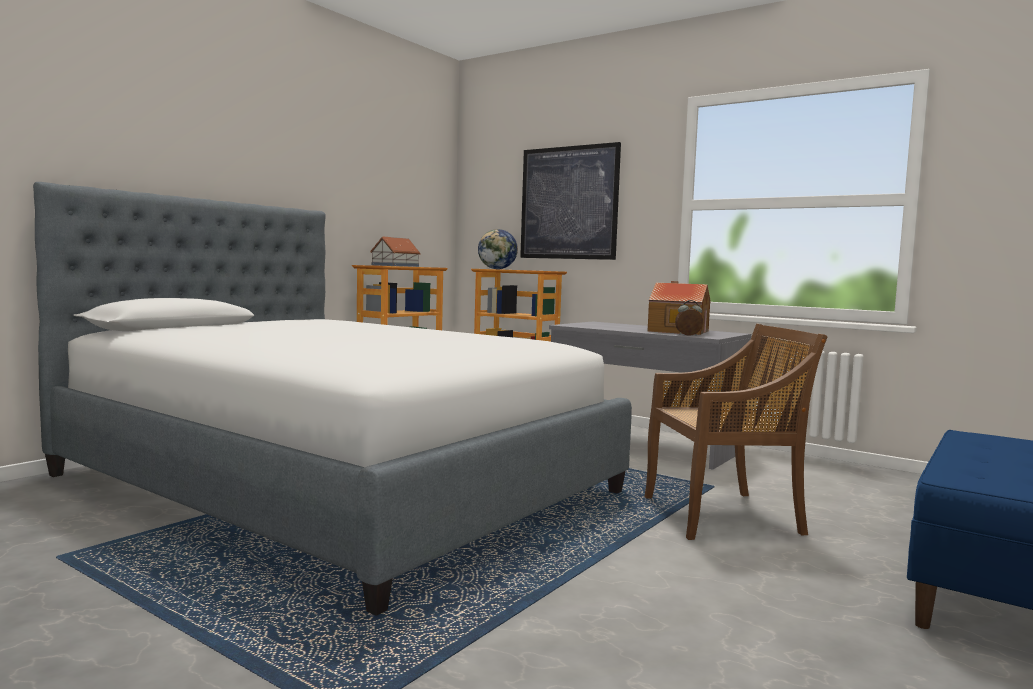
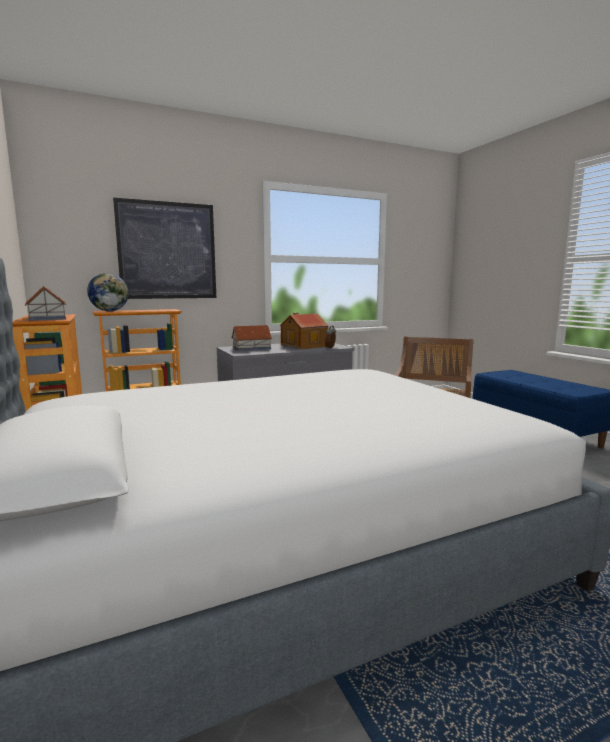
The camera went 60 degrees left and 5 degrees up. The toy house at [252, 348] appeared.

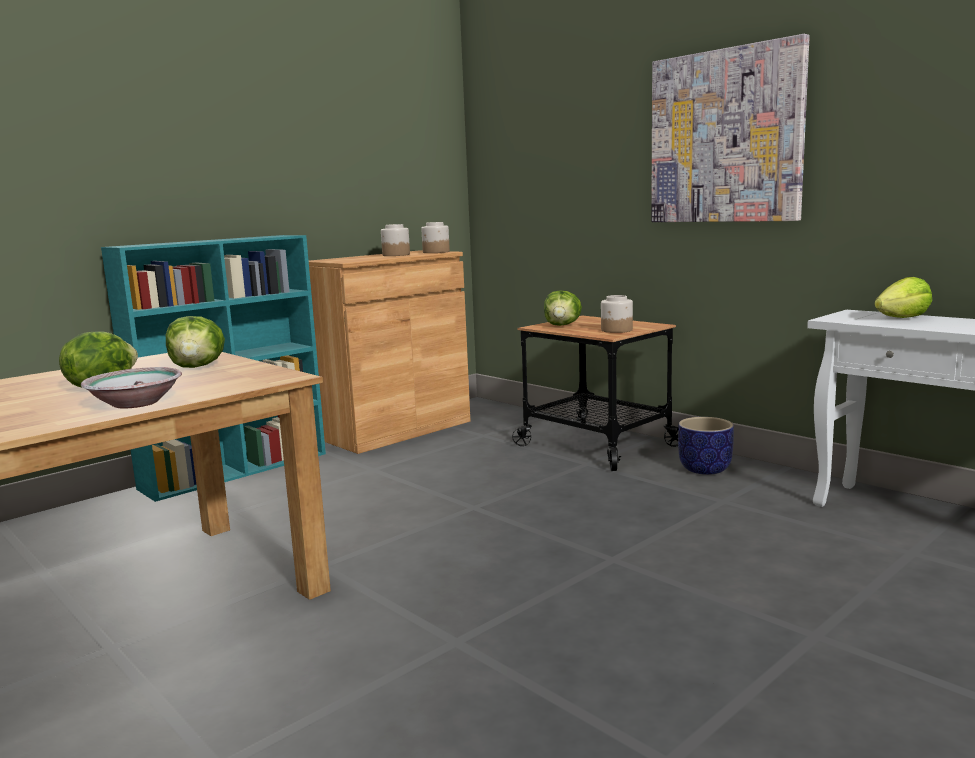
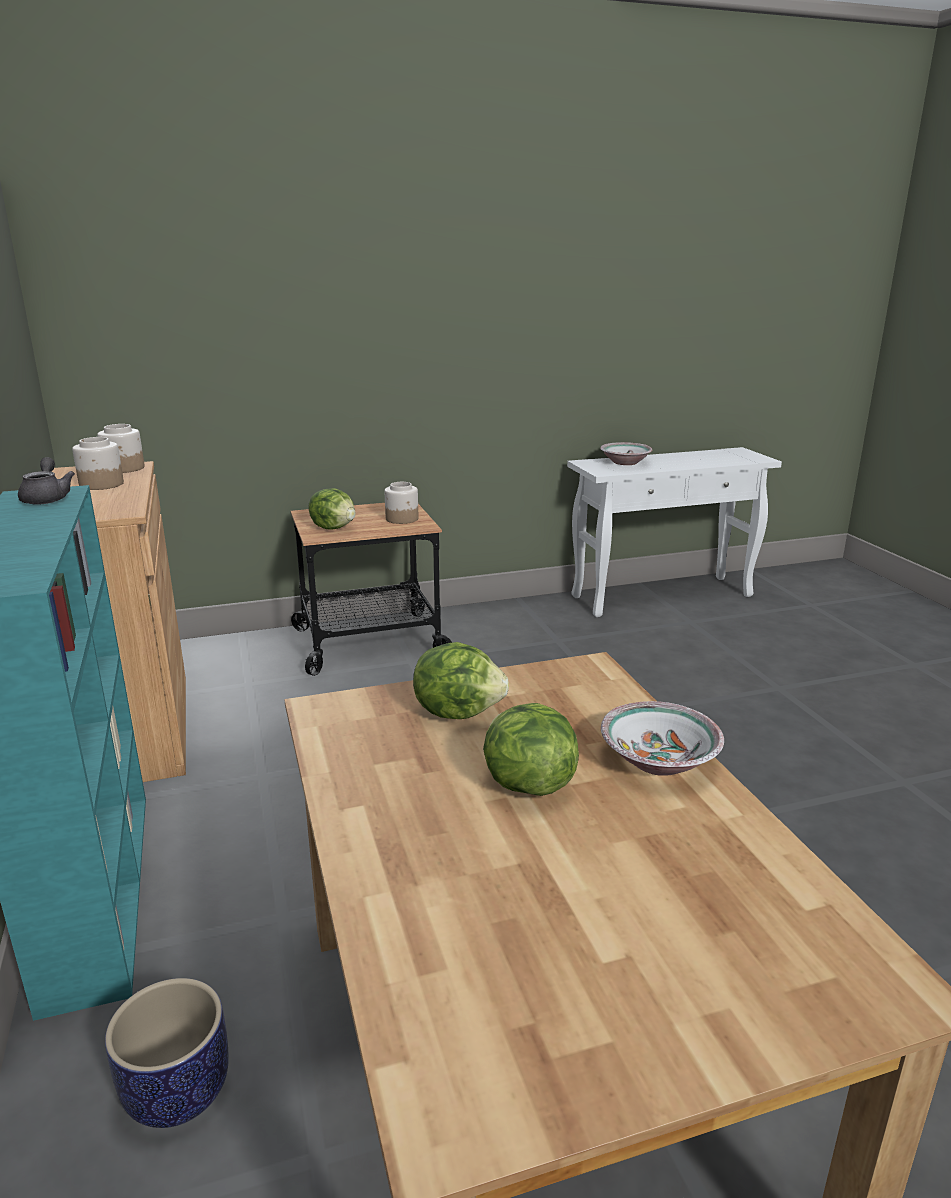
The camera went 65 degrees left and 10 degrees up. The wall picture at [725, 137] disappeared. The plant pot moved from [705, 469] to [179, 1090]. The lettuce at [902, 318] was replaced by the deep dish at [625, 462]. The gray teapot at [47, 498] appeared.

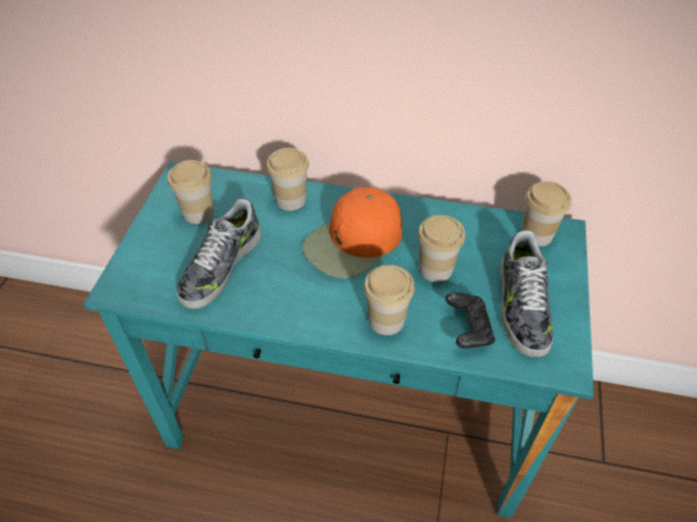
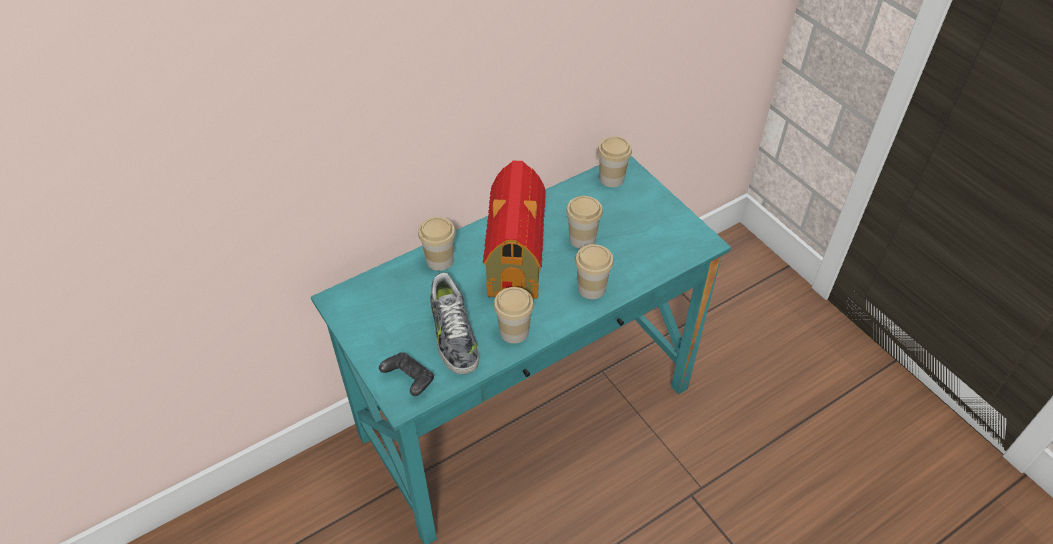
The camera went 45 degrees left and 0 degrees up. The small cup moved from [198, 212] to [514, 331]. The orange baseball cap at [354, 242] was replaced by the toy house at [516, 258]. The black gamepad moved from [468, 329] to [409, 380]. The item of footwear at [521, 306] disappeared.

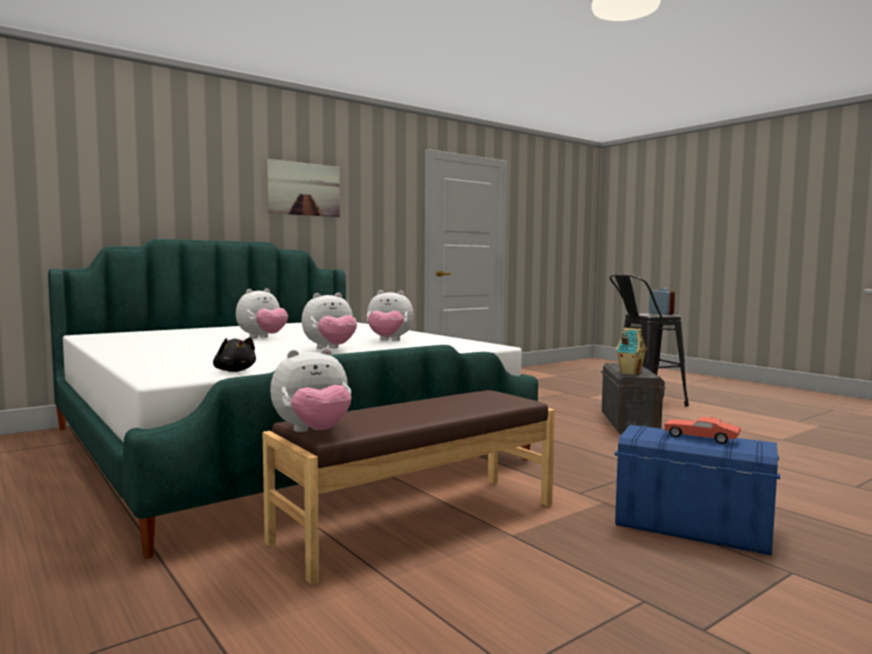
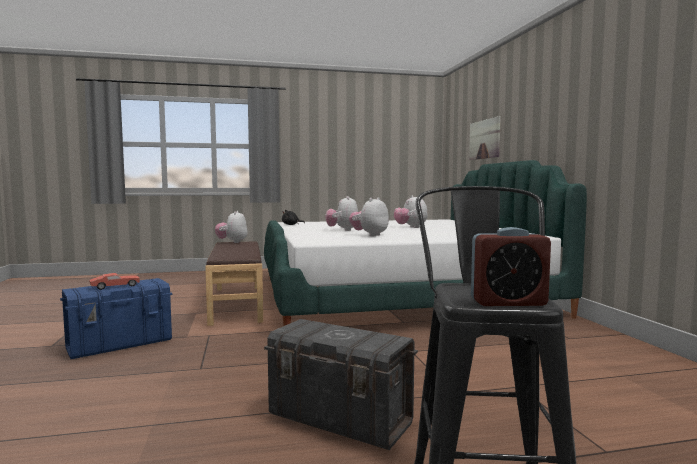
The camera went 115 degrees right and 0 degrees up. The wall picture moved from [304, 189] to [484, 139]. The toy house at [630, 373] disappeared.

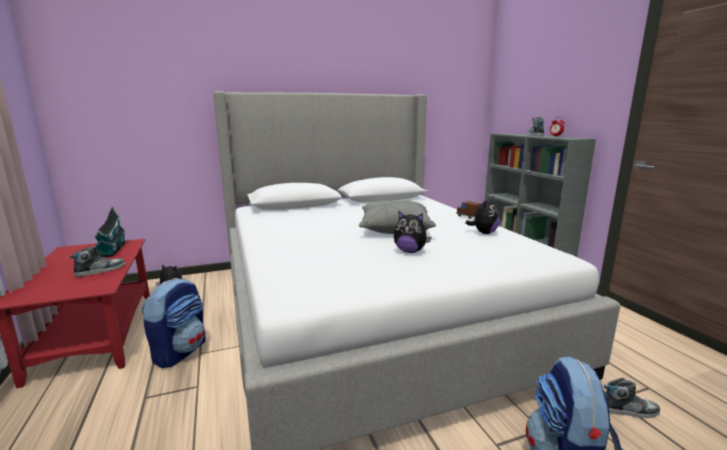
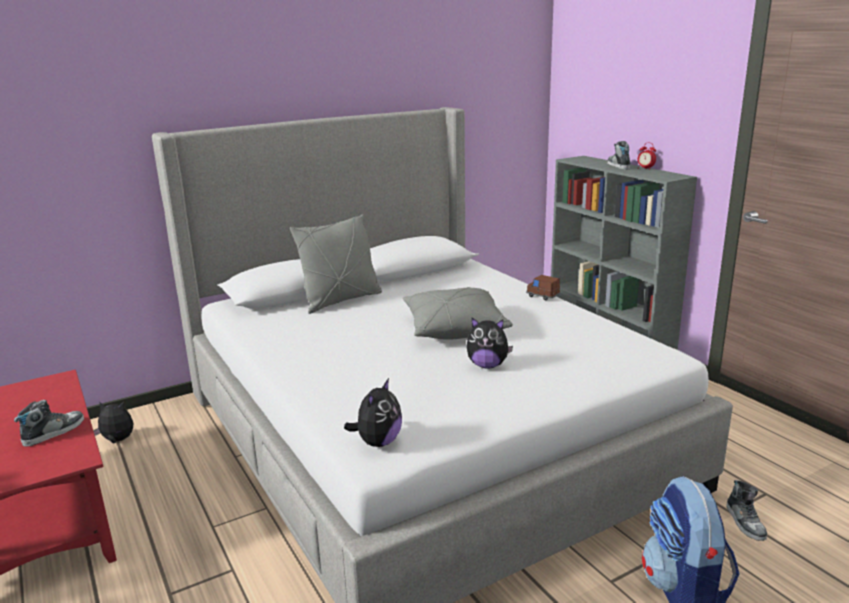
The camera went 10 degrees left and 5 degrees up. The toy house at [112, 250] disappeared. The rucksack at [180, 351] disappeared. The cuddly toy moved from [484, 233] to [378, 442]. The item of footwear at [629, 410] turned 90 degrees clockwise. The gray cushion at [341, 300] appeared.

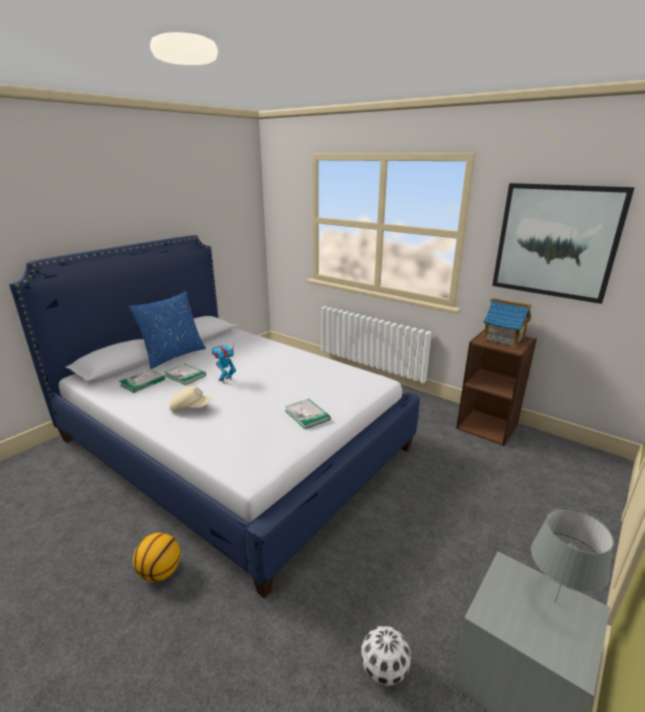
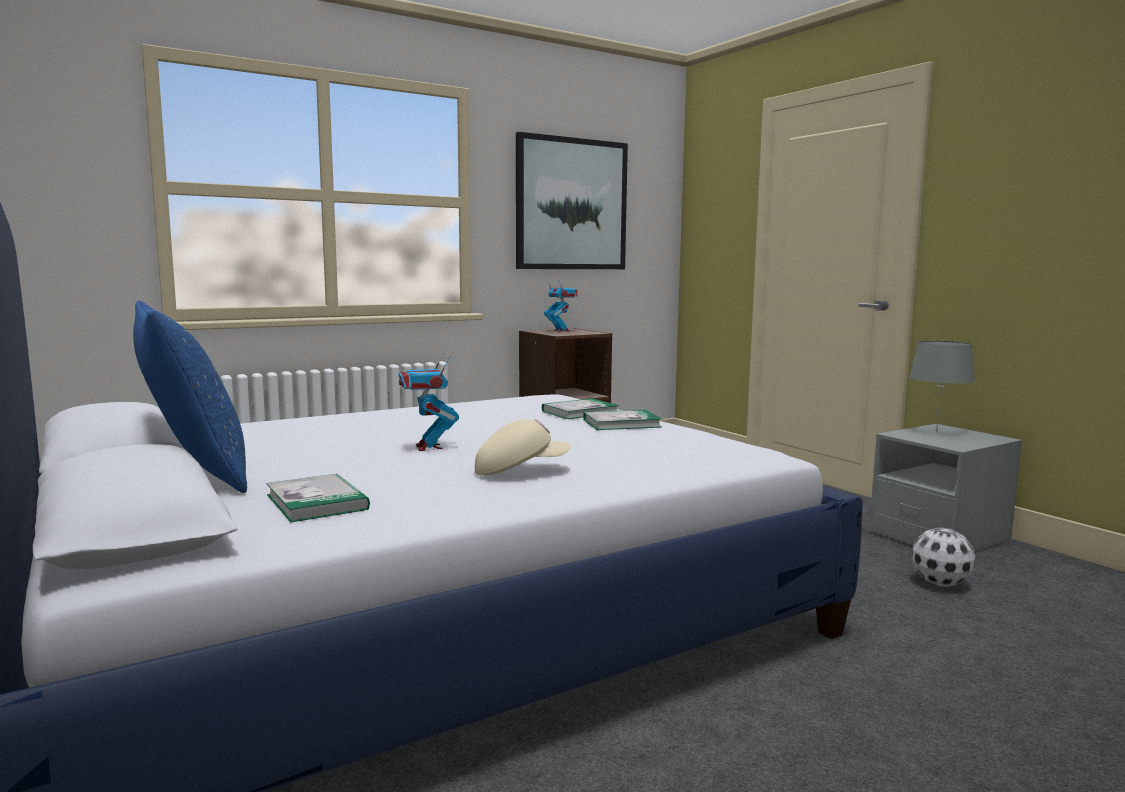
The camera went 70 degrees left and 15 degrees down. The basketball at [160, 572] disappeared. The volume moved from [185, 375] to [580, 412]. The sand-coloured baseball cap at [191, 408] turned 45 degrees clockwise. The toy house at [504, 338] was replaced by the robot figure at [561, 331].

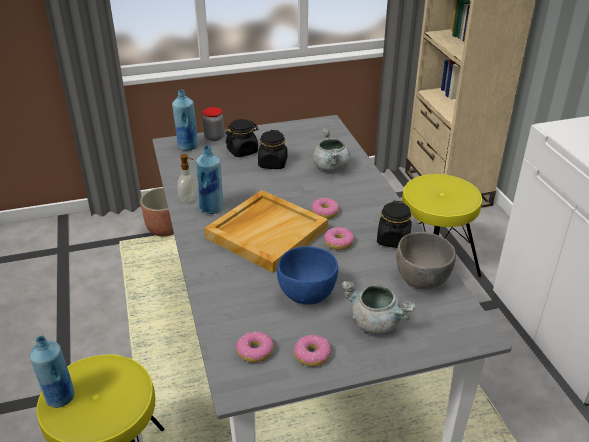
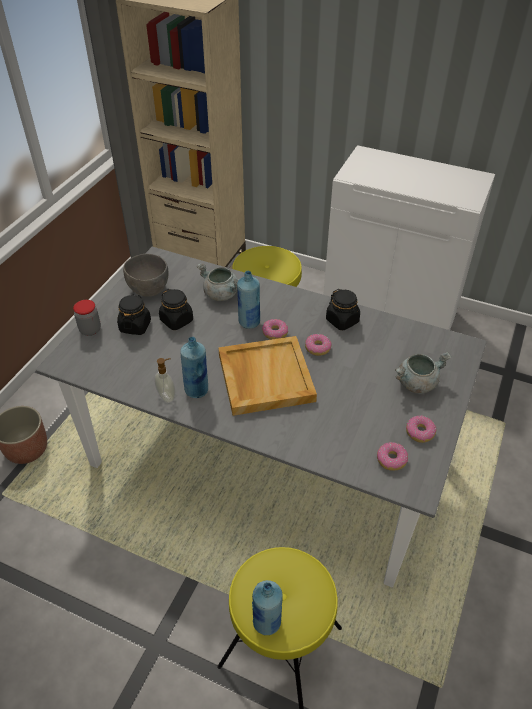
The camera went 50 degrees left and 10 degrees up. The blue-coloured drink bottle moved from [187, 146] to [249, 322]. The blue-coloured deep dish at [306, 295] disappeared. The gray deep dish moved from [421, 280] to [148, 289].

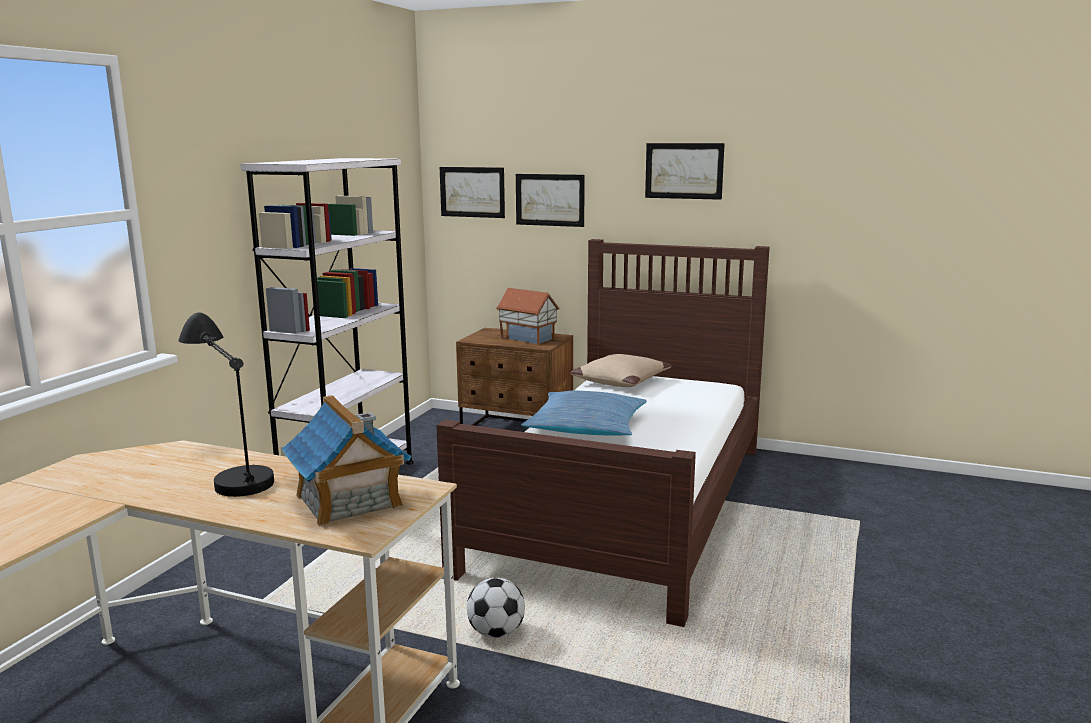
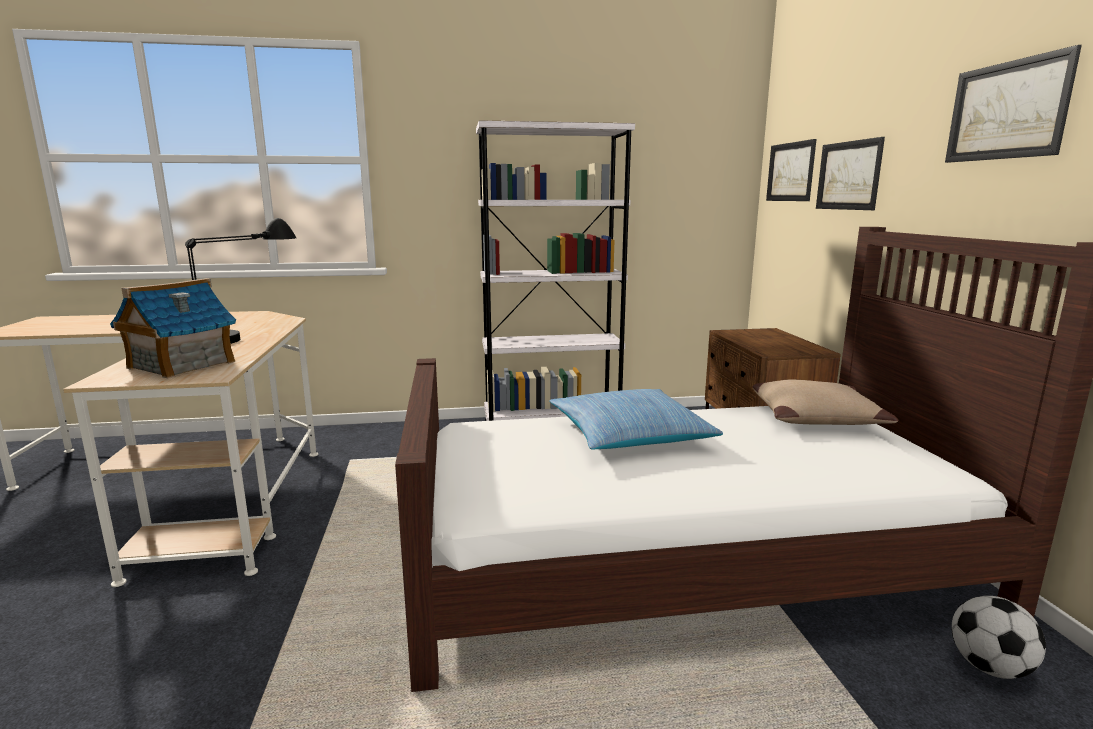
The camera went 60 degrees right and 0 degrees up. The football moved from [496, 633] to [989, 667]. The toy house at [528, 338] disappeared.

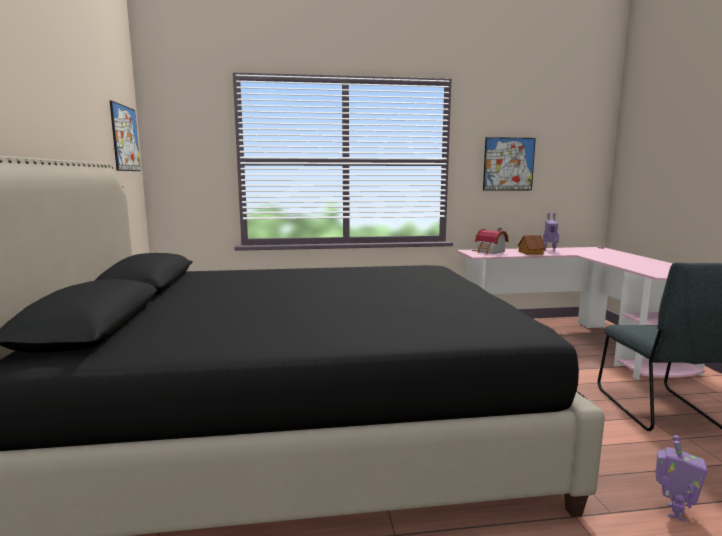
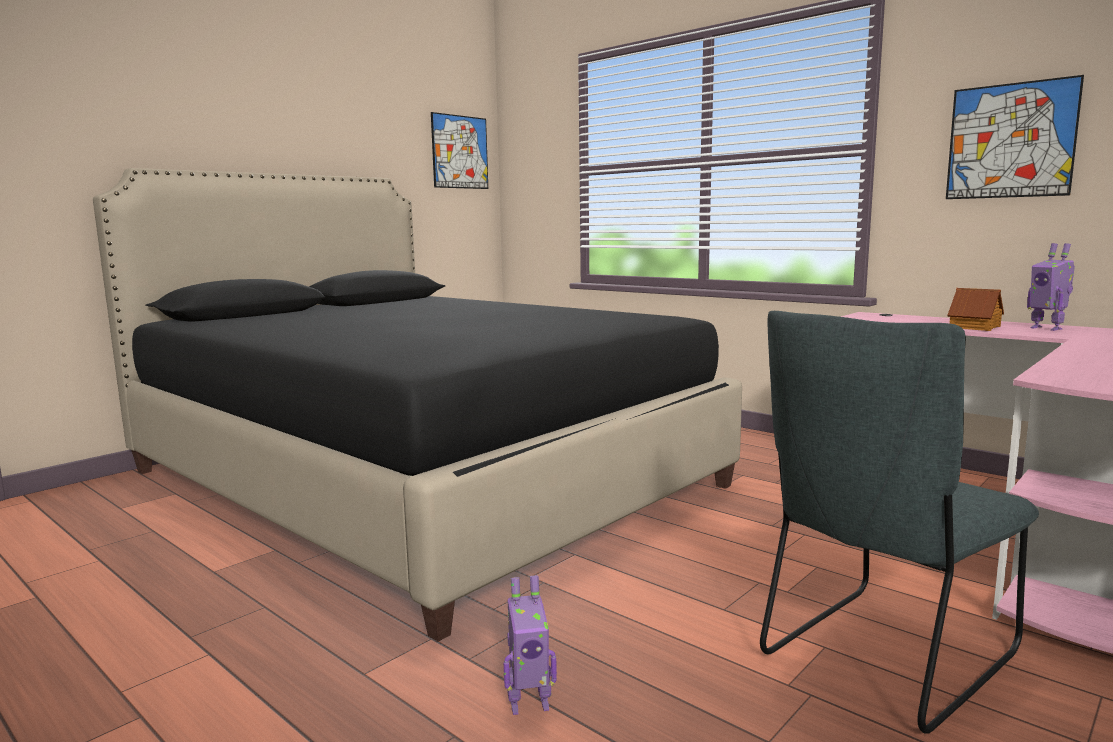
The camera went 50 degrees right and 0 degrees up. The toy house at [490, 252] disappeared.

